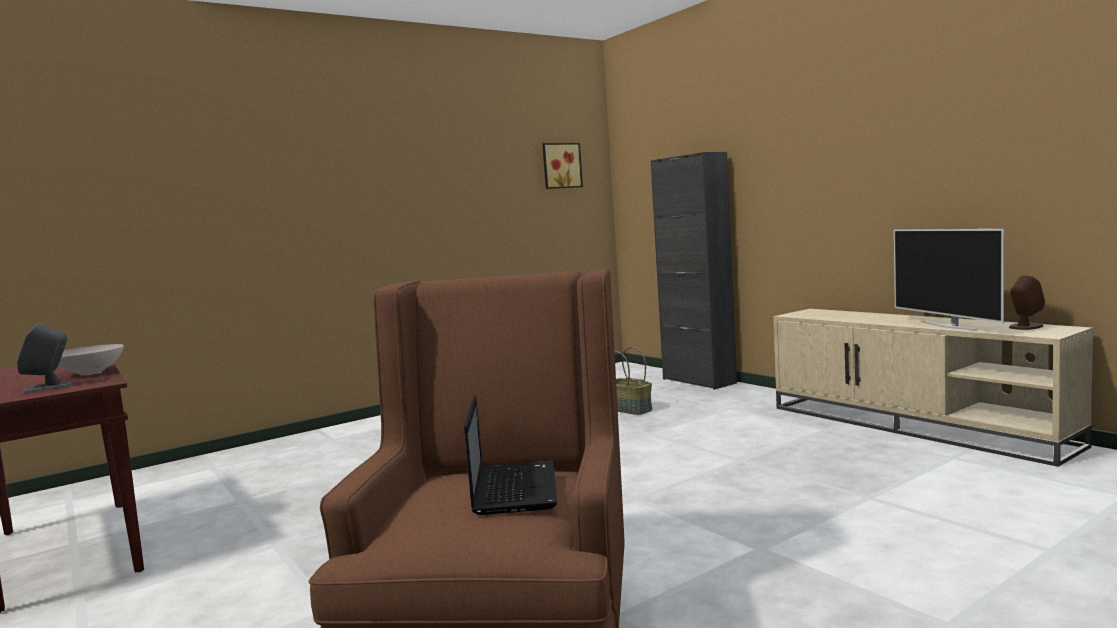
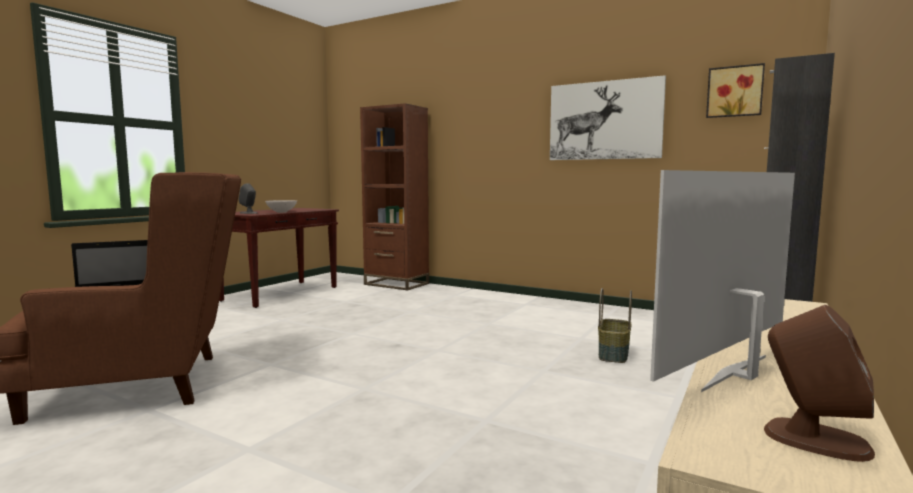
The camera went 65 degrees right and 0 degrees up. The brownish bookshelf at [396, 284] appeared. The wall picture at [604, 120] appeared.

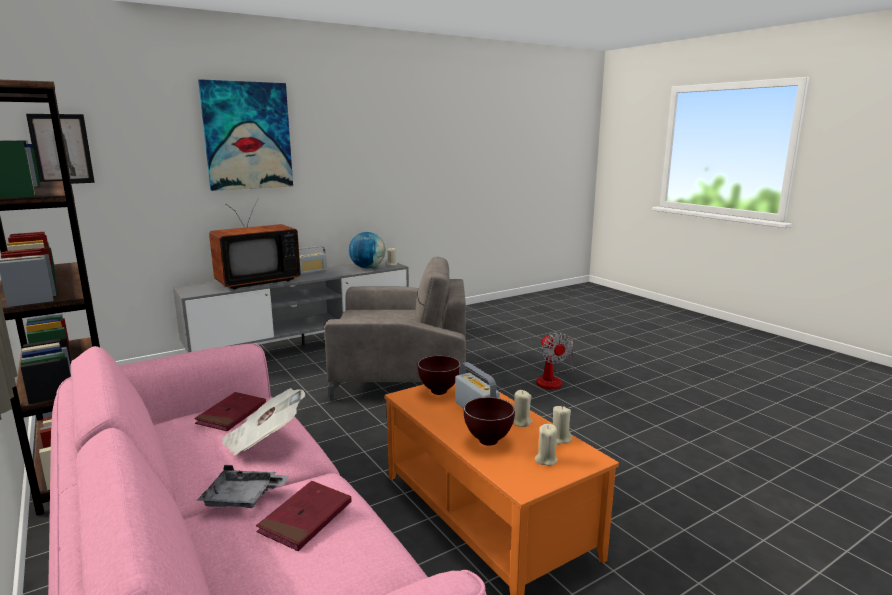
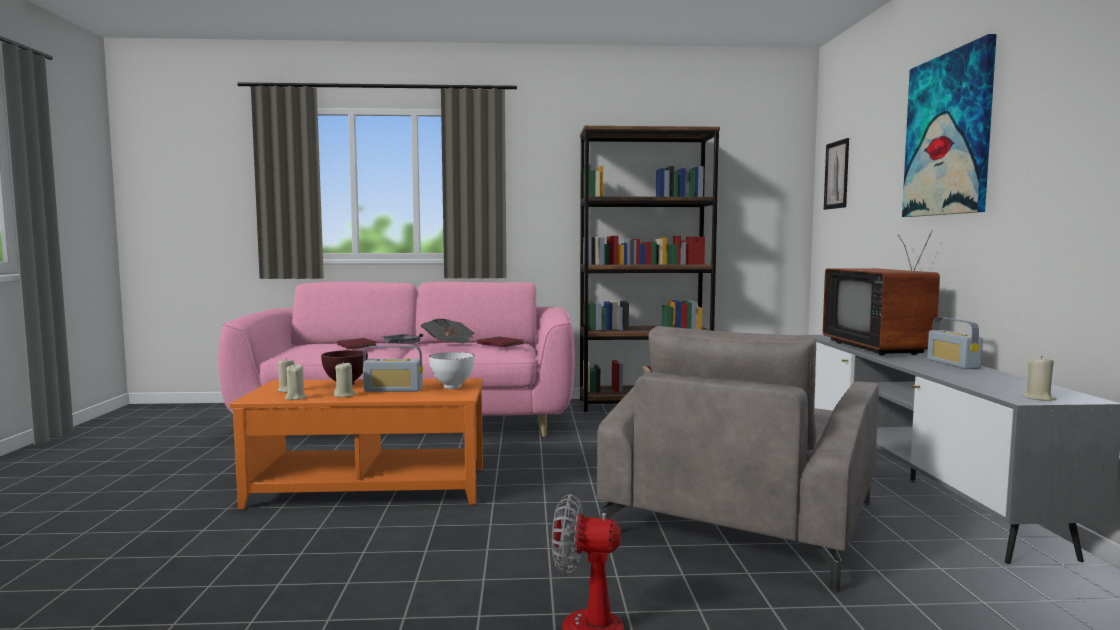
The camera went 120 degrees right and 10 degrees down. The globe at [367, 268] disappeared. The brownish deep dish at [439, 391] became the white-coloured deep dish at [453, 388].

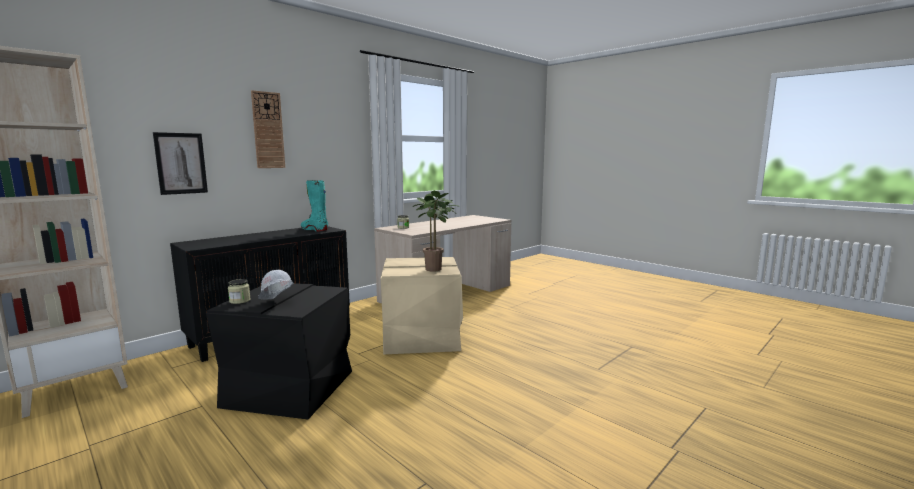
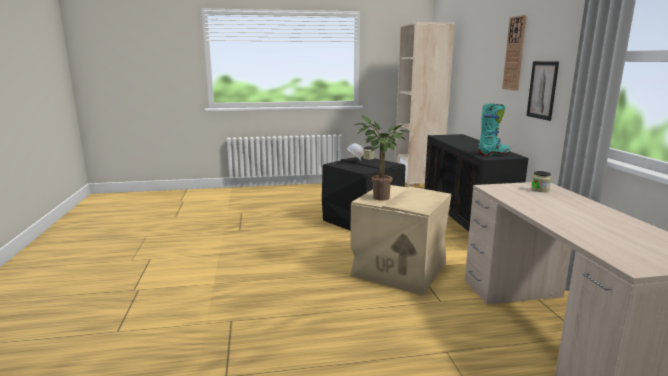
The camera went 125 degrees right and 5 degrees up. The wall picture moved from [181, 163] to [542, 90].

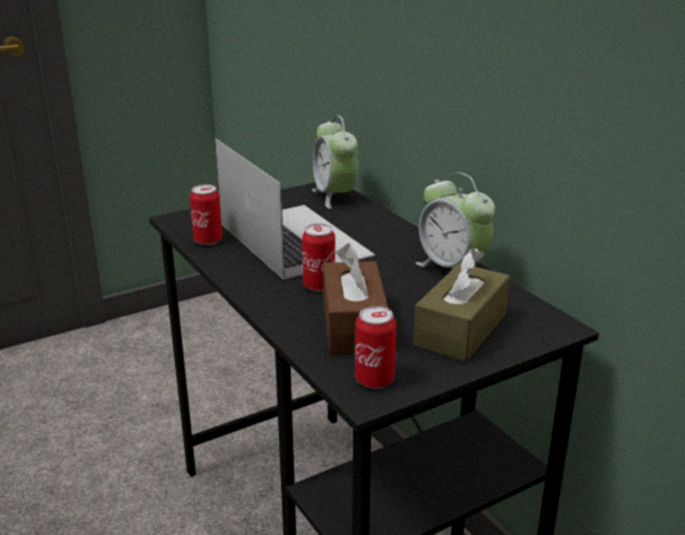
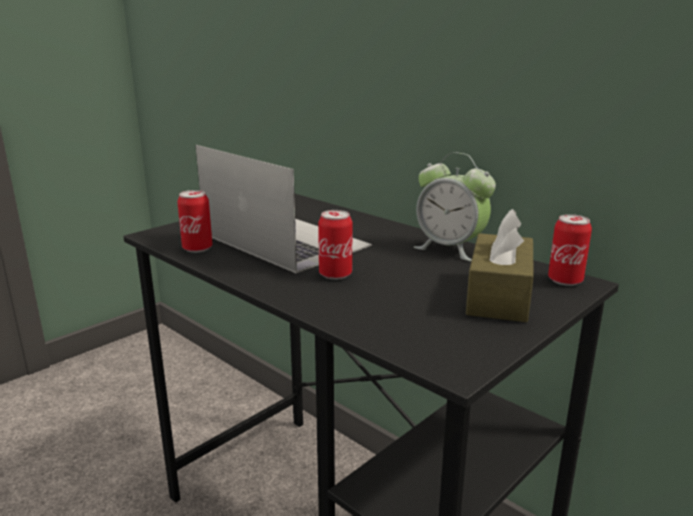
The camera went 15 degrees left and 5 degrees down. The bedside clock at [335, 197] disappeared. The brownish tissue box at [353, 325] disappeared. The can moved from [374, 380] to [565, 280].

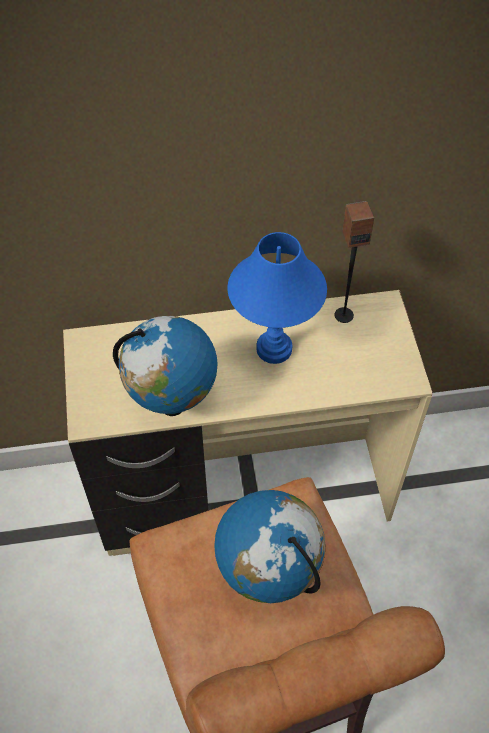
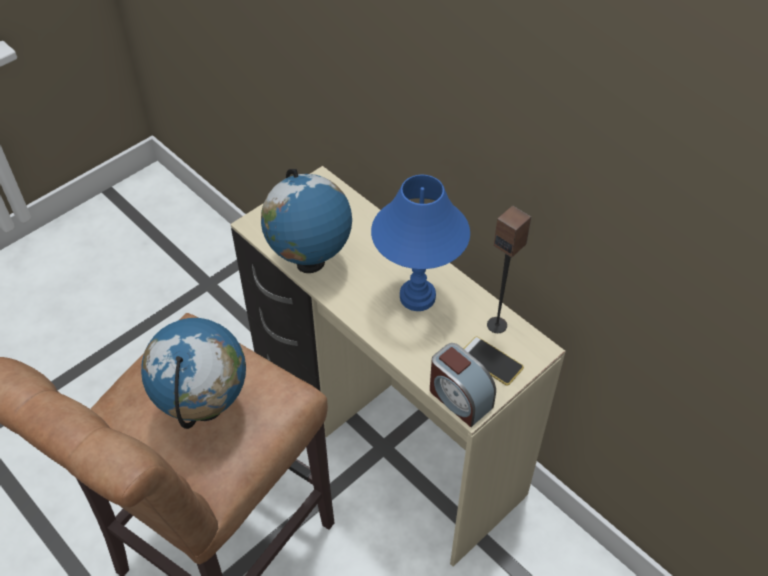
The camera went 55 degrees right and 5 degrees down. The bedside clock at [459, 398] appeared. The telephone at [491, 361] appeared.

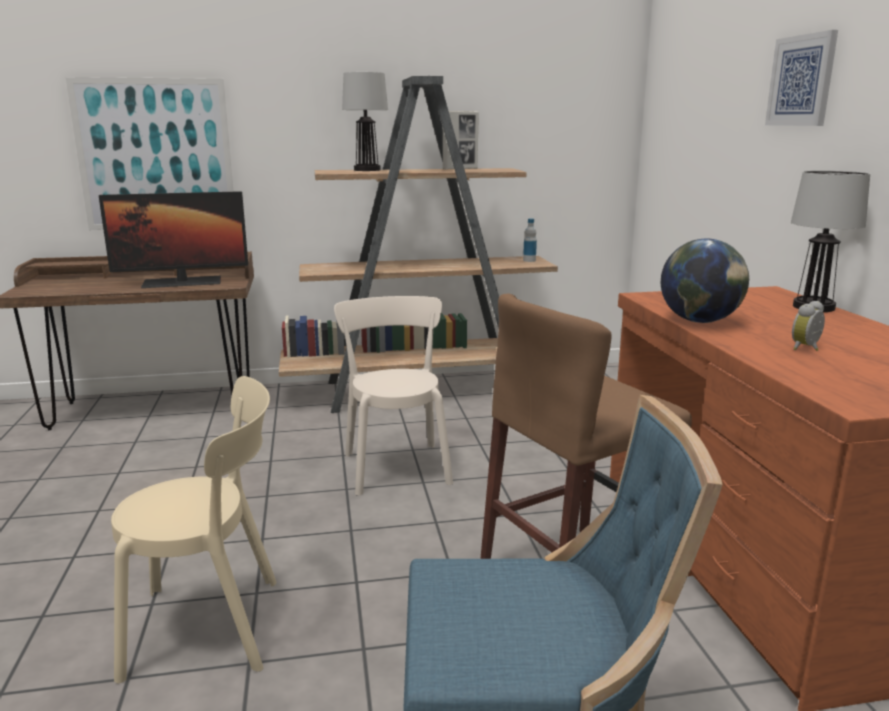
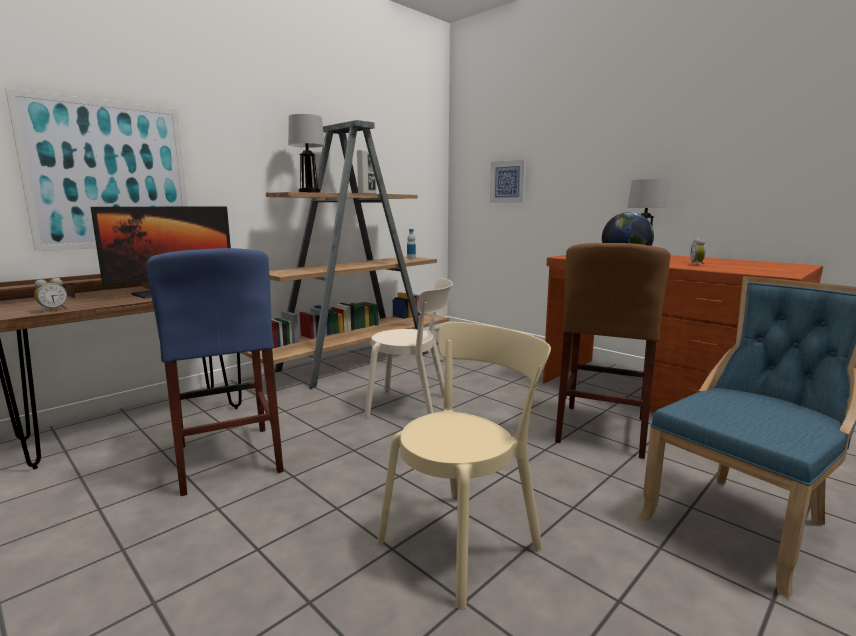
The camera went 35 degrees left and 5 degrees down. The sand-coloured plain chair at [396, 466] turned 150 degrees clockwise. The wall picture moved from [801, 81] to [508, 181]. The bedside clock at [53, 310] appeared. The blue-coloured stool seat at [228, 458] appeared.

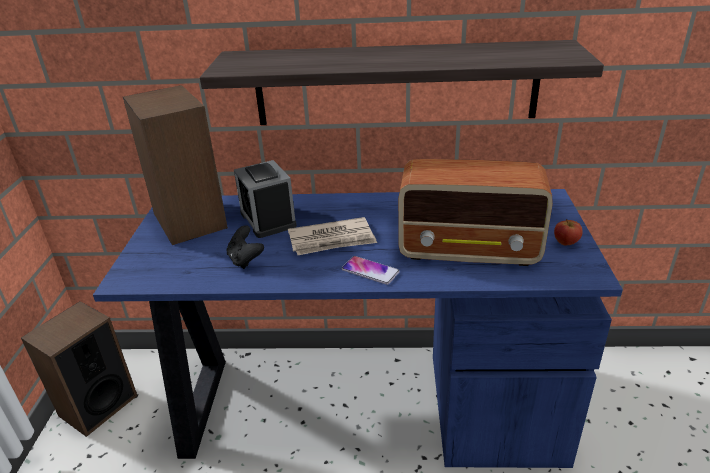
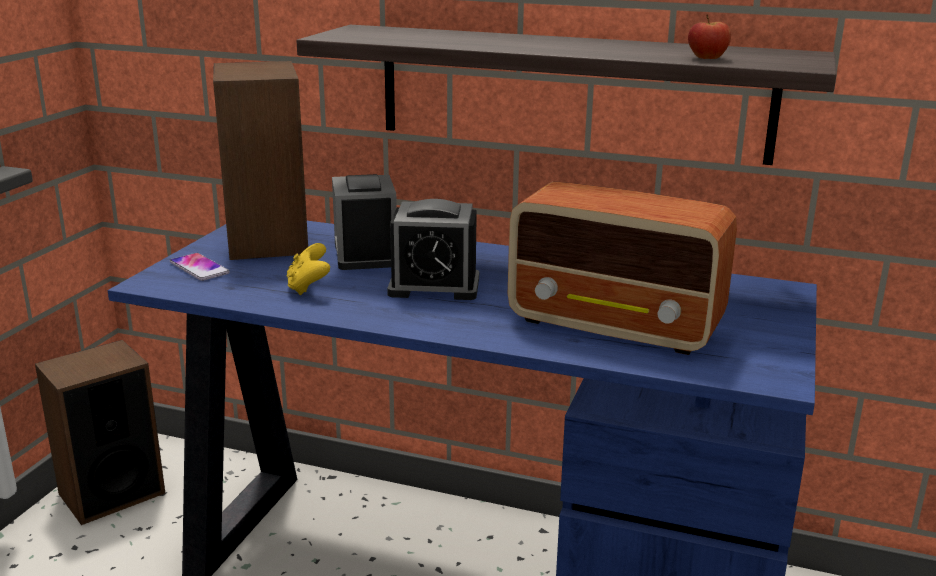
The camera went 15 degrees right and 10 degrees down. The black gamepad at [245, 260] became the yellow-coloured gamepad at [308, 287]. The daily paper at [332, 240] was replaced by the bedside clock at [434, 286]. The telephone moved from [370, 271] to [199, 268]. The whole apple moved from [566, 243] to [707, 58].

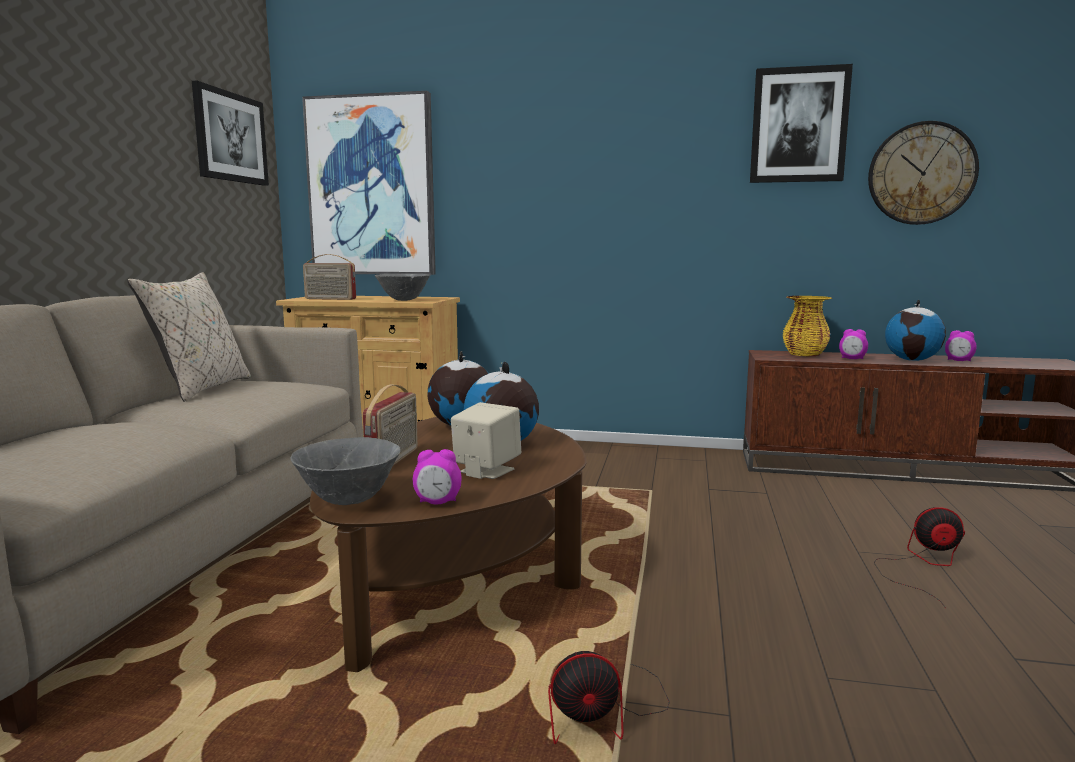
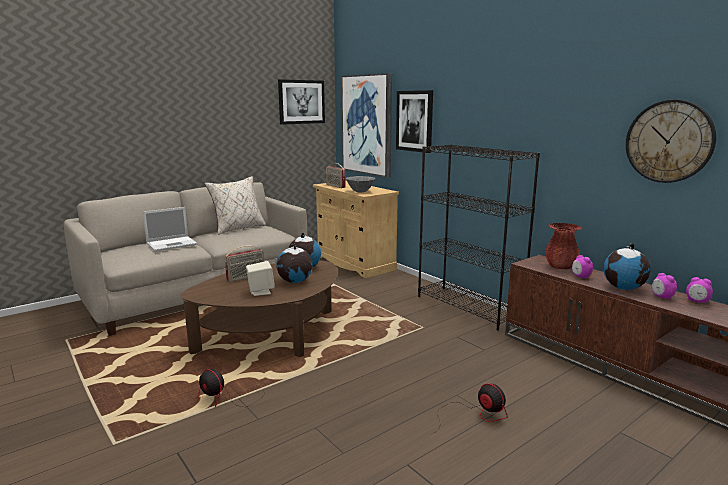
The camera went 40 degrees right and 5 degrees up. The gray deep dish at [349, 501] disappeared. The bedside clock moved from [437, 502] to [697, 301]. The wall picture moved from [799, 125] to [414, 121]. The yellow-coloured decorative vase at [804, 354] became the red-coloured decorative vase at [560, 266]. The portable computer at [172, 244] appeared. The black bookshelf at [469, 307] appeared.

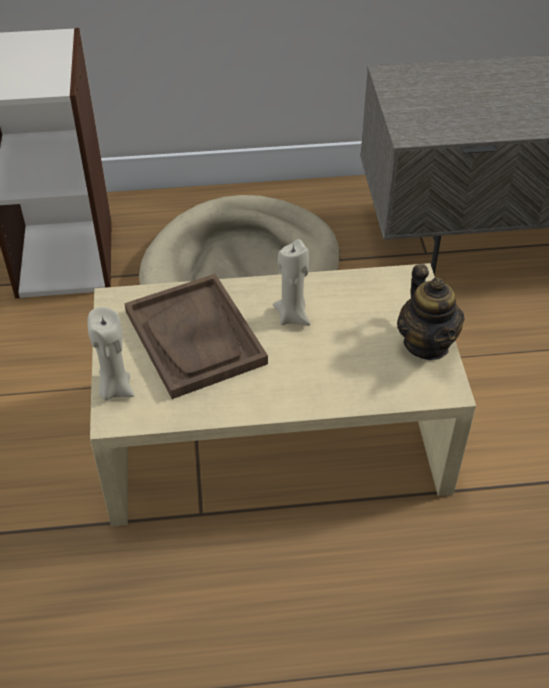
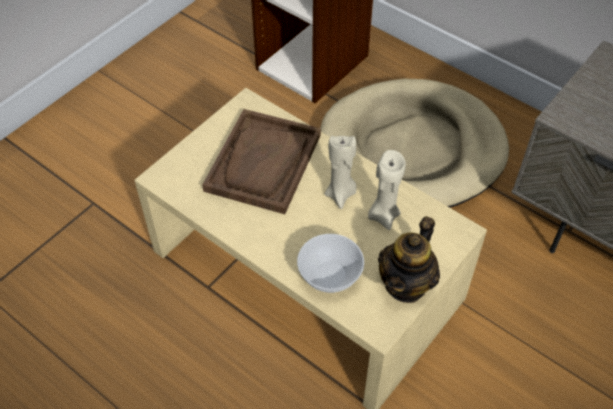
The camera went 45 degrees right and 5 degrees up. The sand-coloured candle moved from [115, 388] to [383, 215]. The deep dish at [329, 277] appeared.

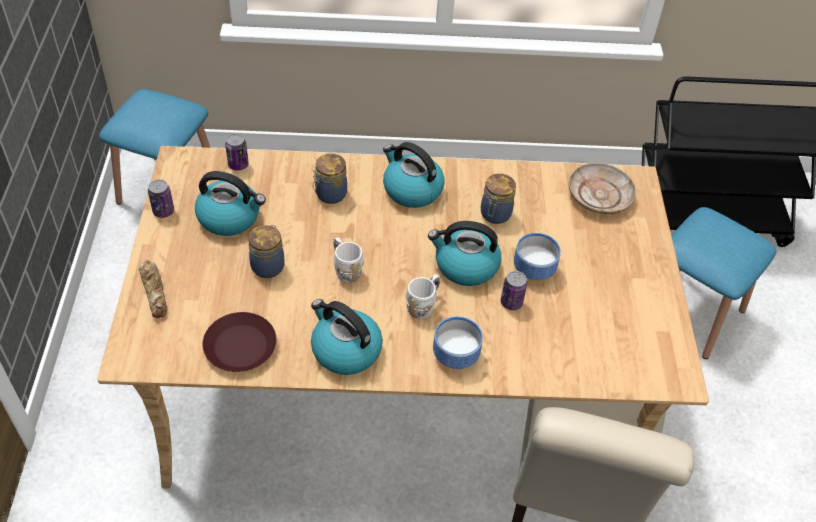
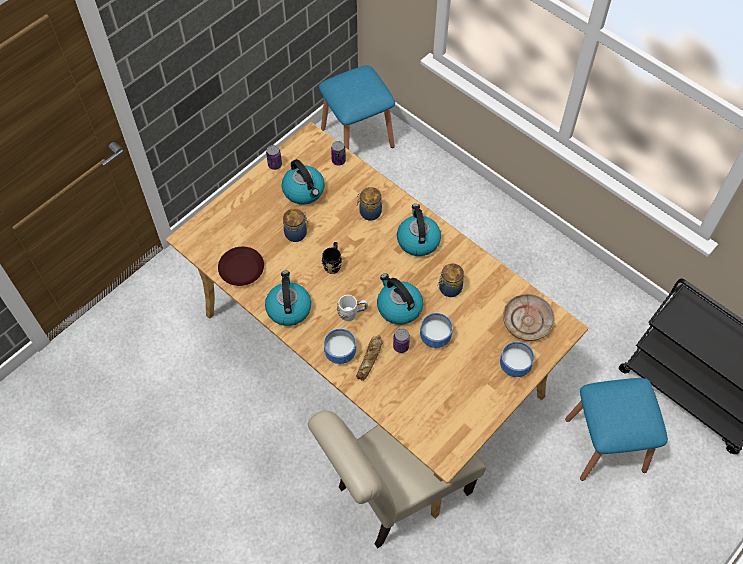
The camera went 45 degrees right and 10 degrees up. The bakery bread moved from [155, 291] to [370, 359]. The white-coloured coffee mug at [345, 269] became the black coffee mug at [333, 263]. The deep dish at [513, 365] appeared.

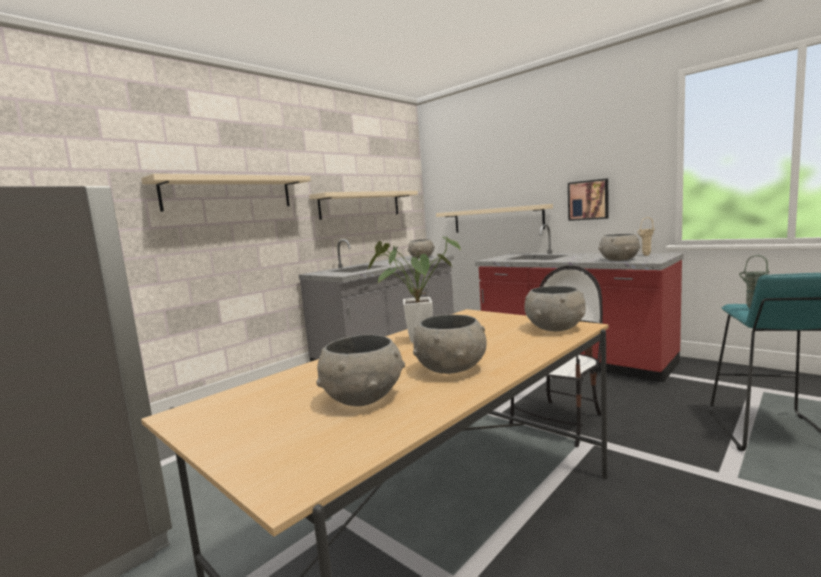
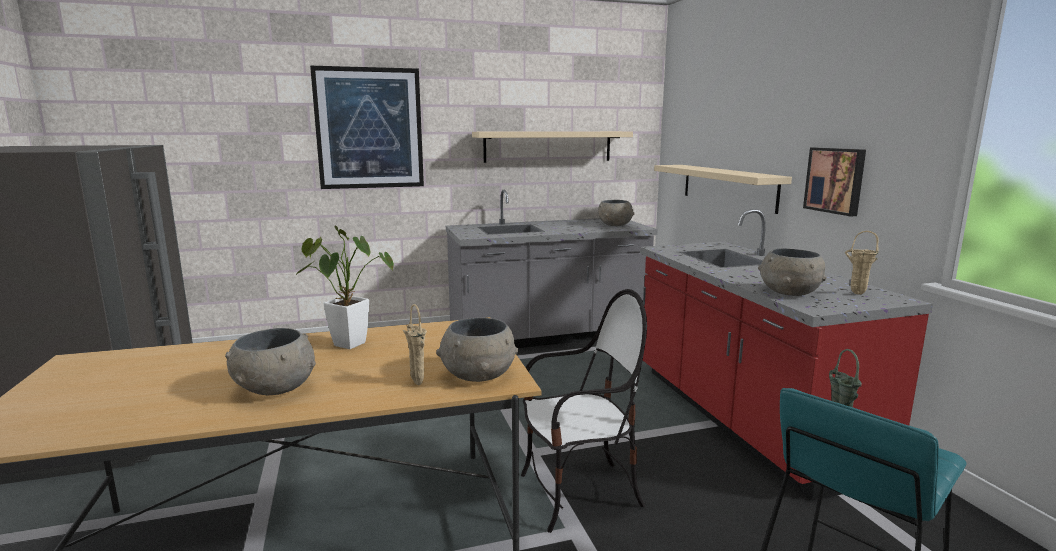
The camera went 30 degrees right and 5 degrees up. The sand-coloured shelf at [229, 193] was replaced by the wall picture at [369, 128]. The gray deep dish at [363, 398] disappeared. The sand-coloured decorative vase at [416, 383] appeared.

